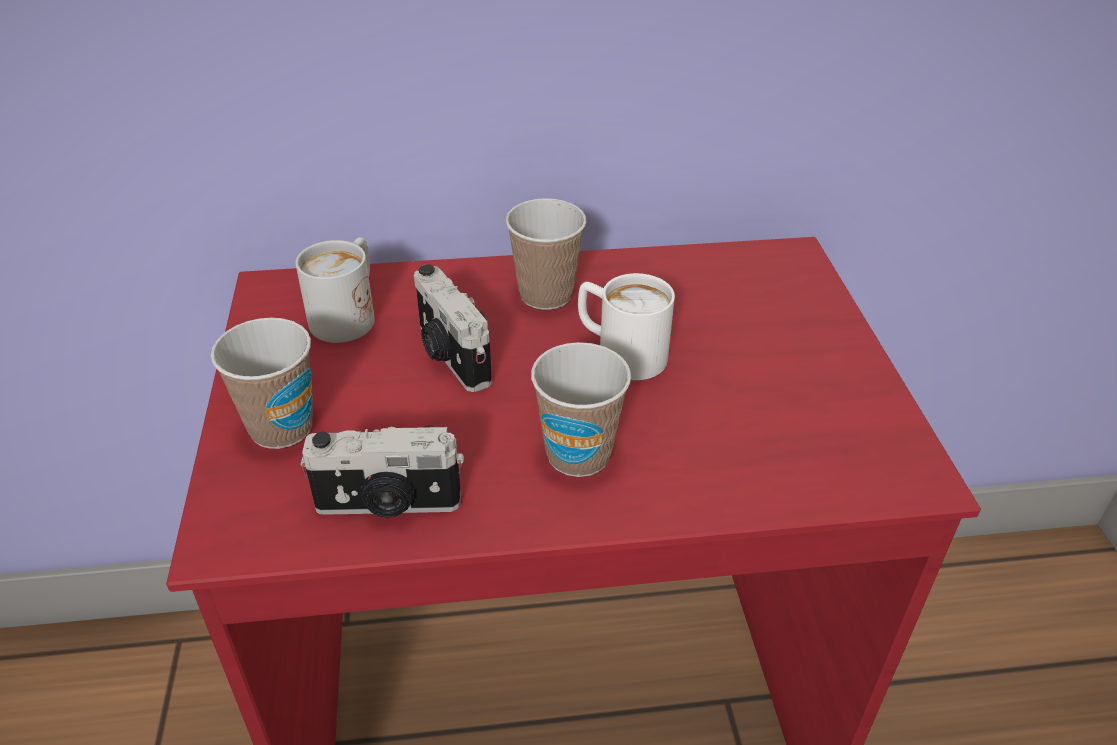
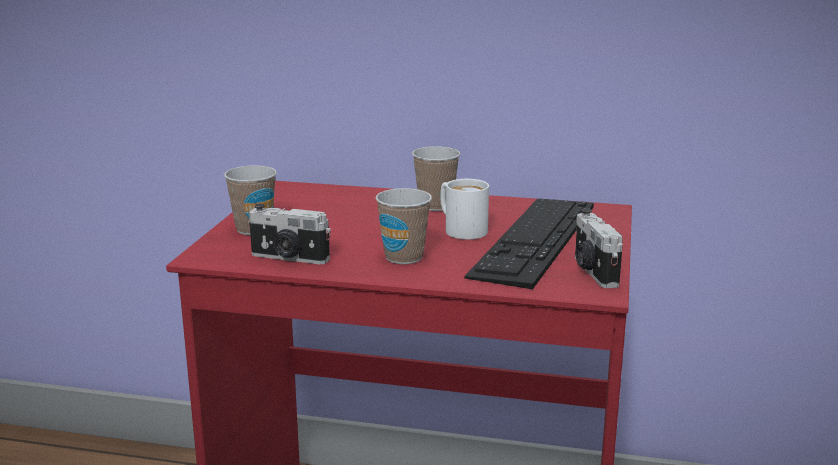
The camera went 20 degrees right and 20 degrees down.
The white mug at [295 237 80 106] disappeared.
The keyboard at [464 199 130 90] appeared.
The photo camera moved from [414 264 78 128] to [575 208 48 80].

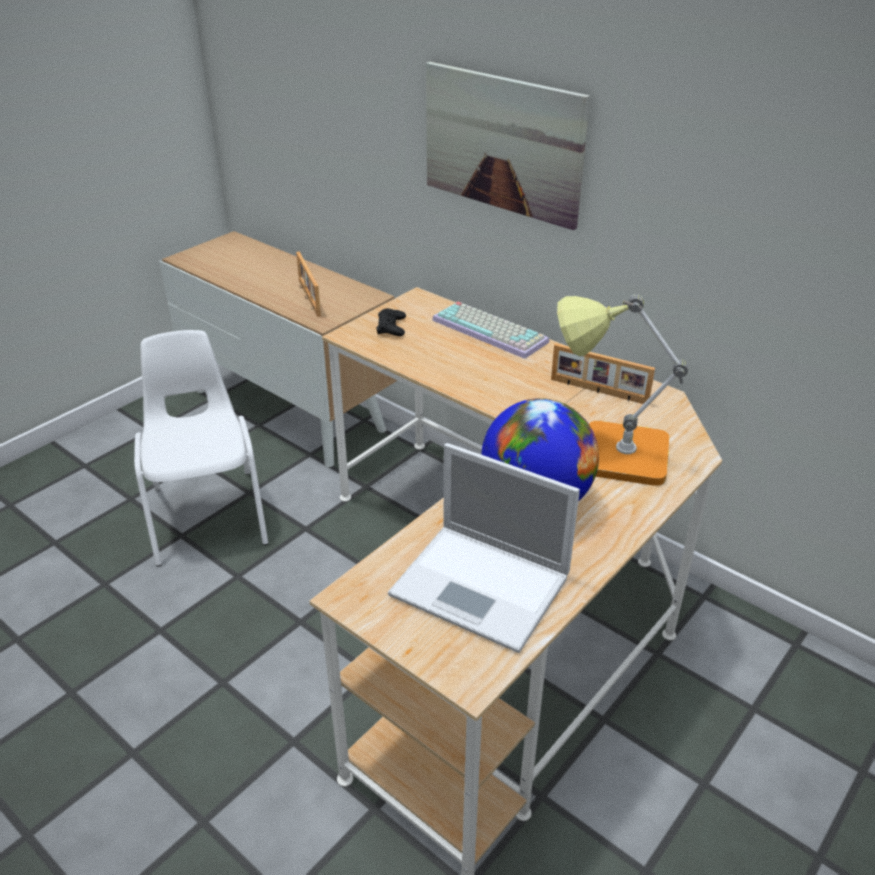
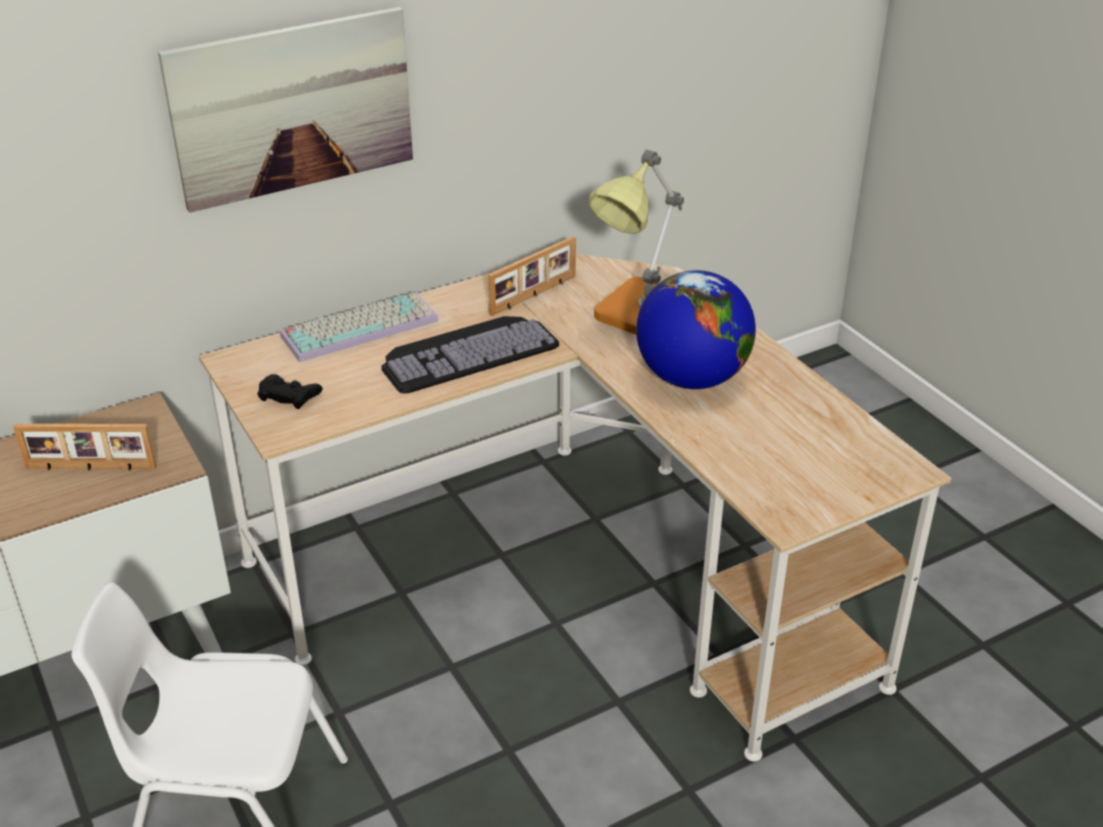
The camera went 70 degrees left and 0 degrees up.
The laptop at [388 443 192 210] disappeared.
The keyboard at [382 316 177 77] appeared.

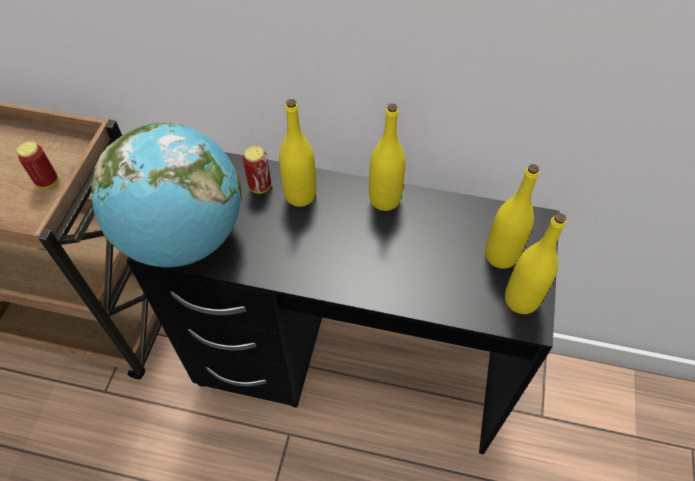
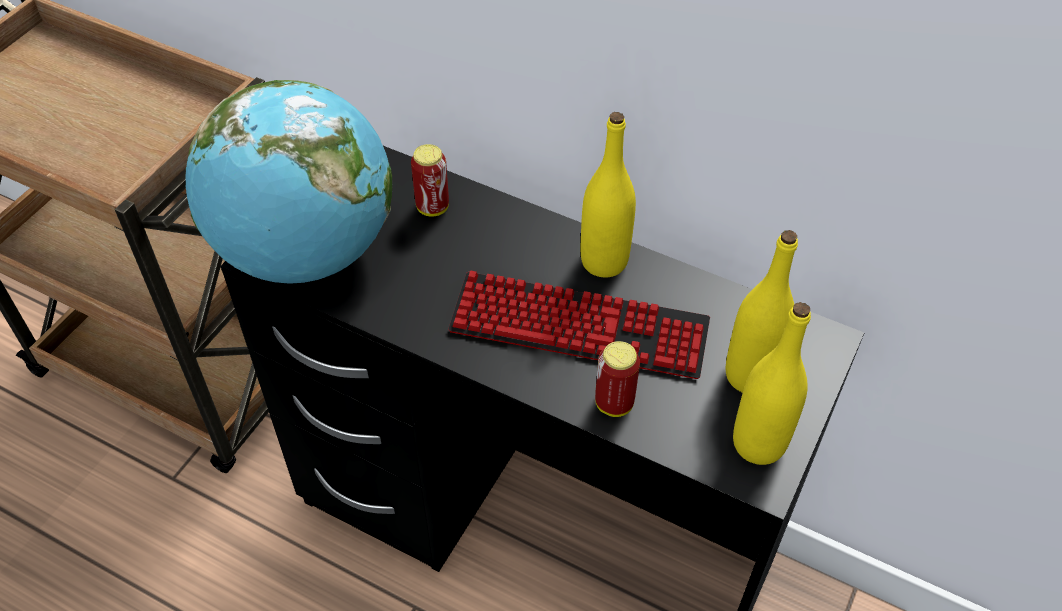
The camera went 15 degrees right and 5 degrees down.
The yellow bottle at [279 99 37 108] disappeared.
The keyboard at [448 271 262 108] appeared.
The can moved from [17 141 41 47] to [595 341 45 76].

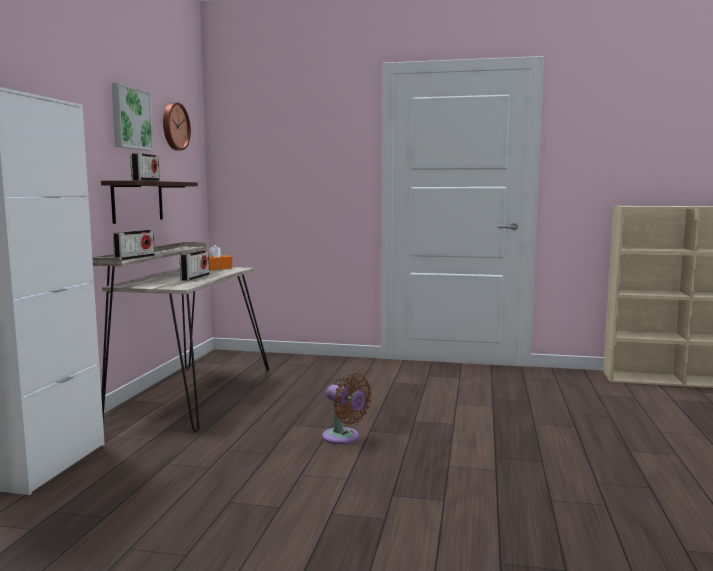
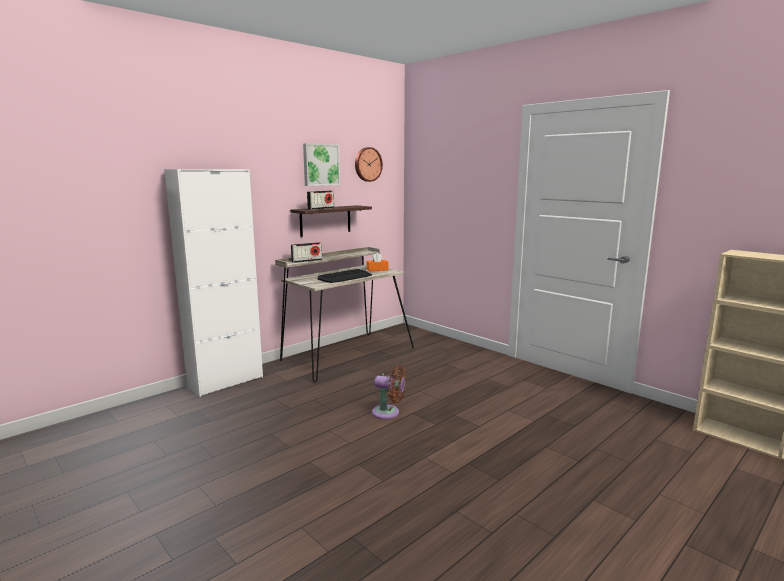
The camera went 35 degrees right and 5 degrees up.
The radio at [180 250 29 31] was replaced by the keyboard at [318 269 54 14].
The brown fan at [322 373 50 71] turned 60 degrees counterclockwise.

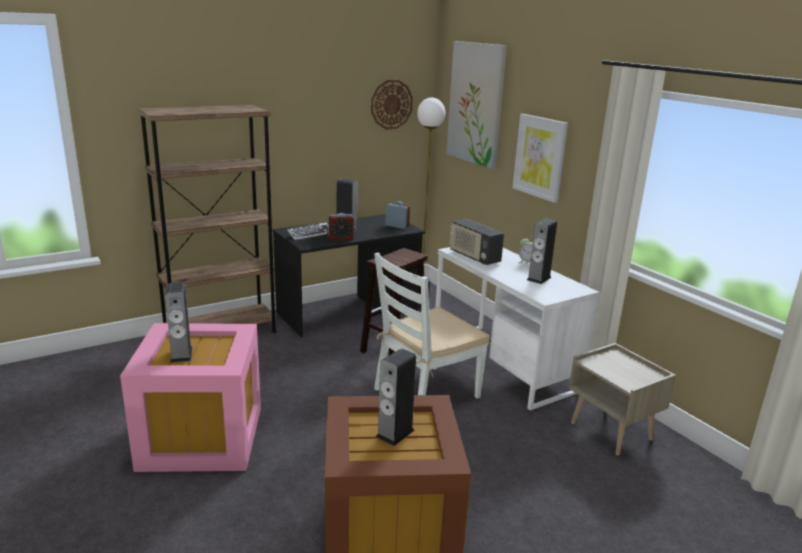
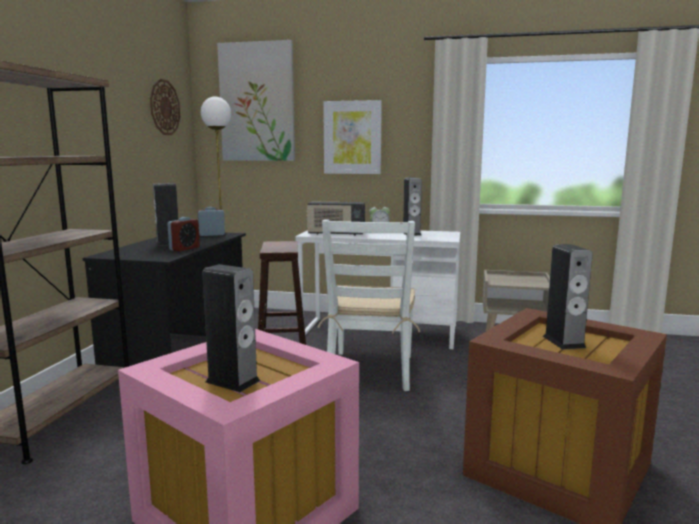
The camera went 45 degrees left and 10 degrees down.
The keyboard at [287 222 41 18] disappeared.

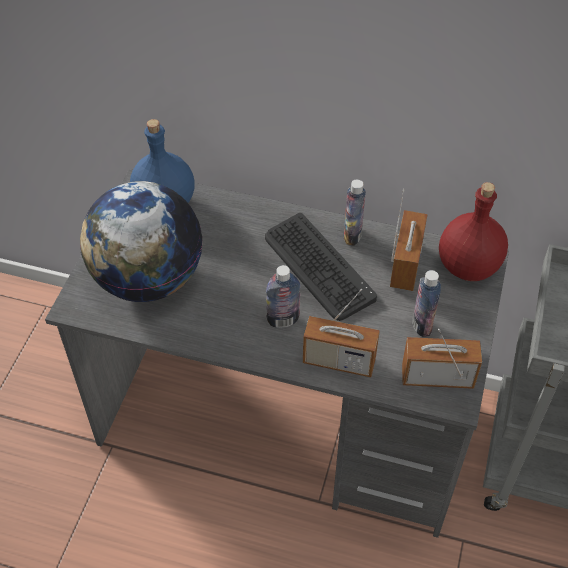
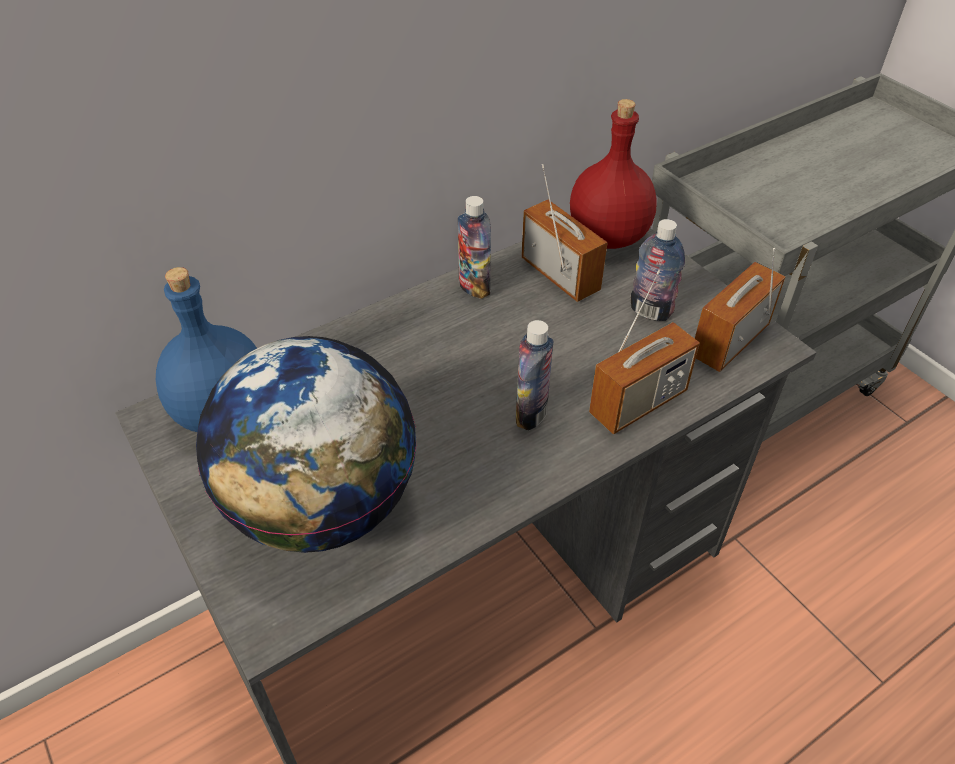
The camera went 50 degrees left and 5 degrees down.
The keyboard at [265 213 112 108] disappeared.

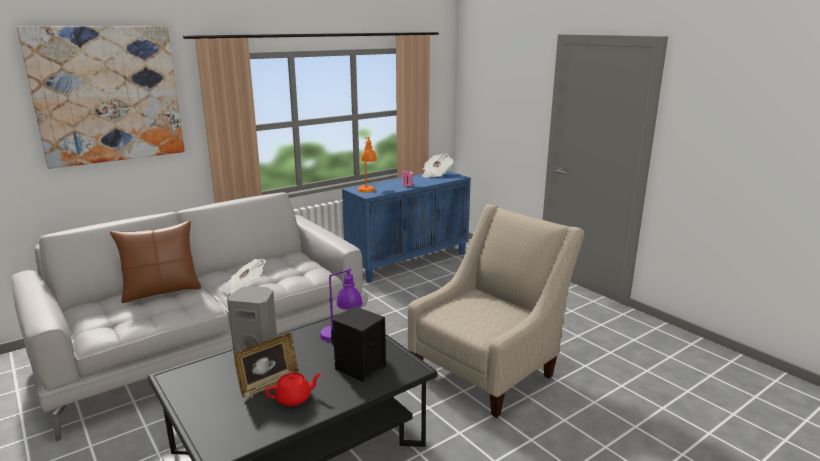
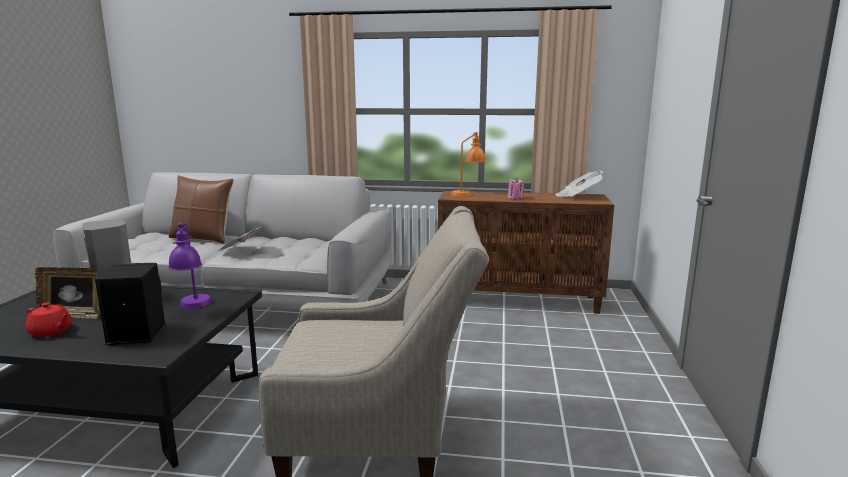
The camera went 45 degrees right and 5 degrees down.
The picture at [17 26 168 143] disappeared.
The blue cabinet at [342 171 129 112] became the brown cabinet at [438 191 176 123].

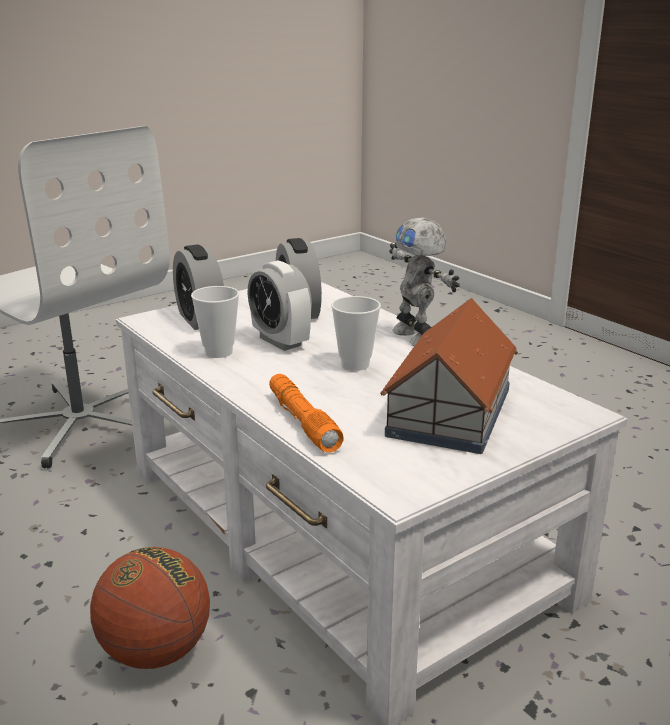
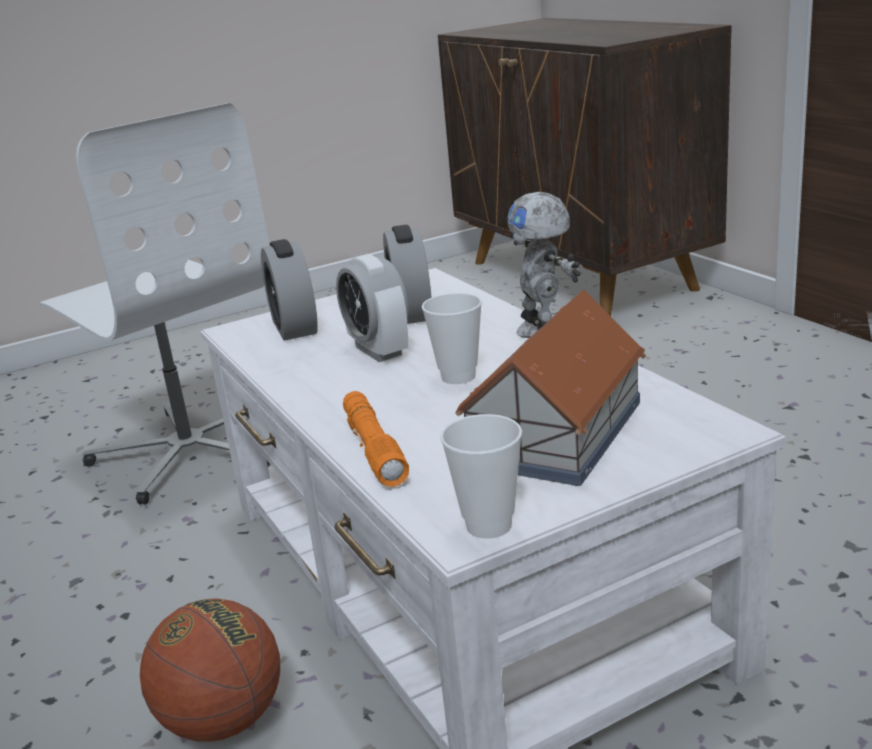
The camera went 10 degrees right and 0 degrees up.
The brown cabinet at [438 18 294 298] appeared.
The cup moved from [191 286 48 72] to [440 414 82 125].

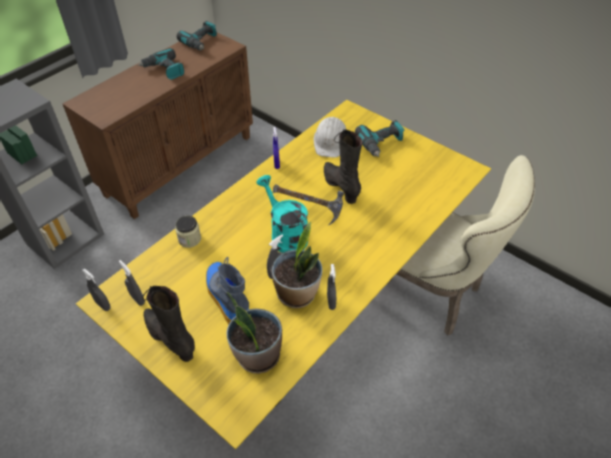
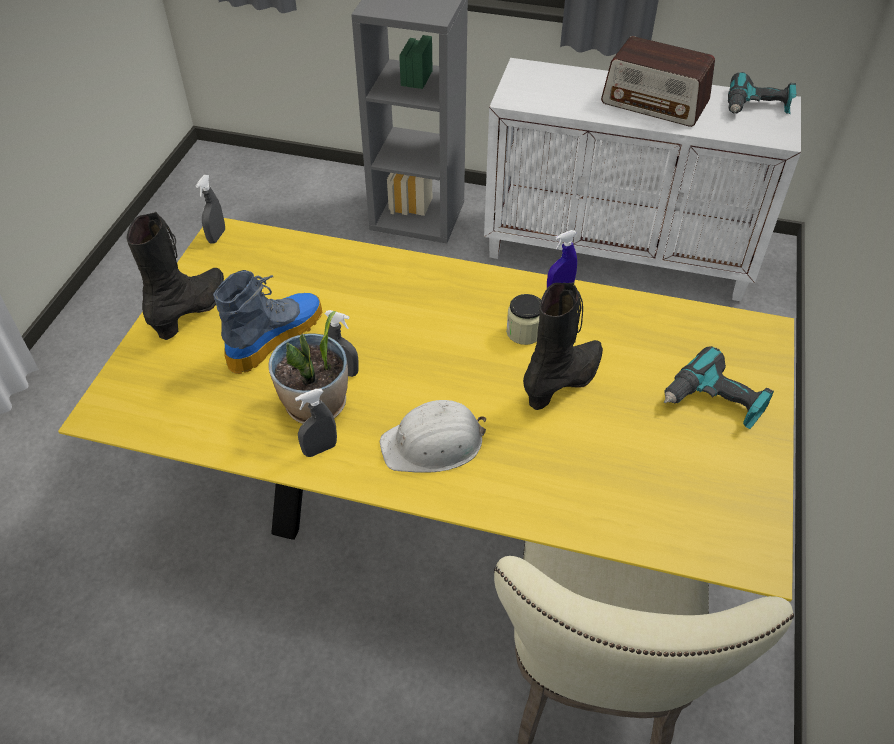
The camera went 65 degrees right and 0 degrees up.
The grey spray bottle at [119 260 26 46] disappeared.
The potted plant at [227 292 55 82] disappeared.
The turquoise watering can at [256 175 52 78] disappeared.
The hammer at [273 184 71 42] disappeared.
The jar moved from [175 216 26 32] to [506 294 35 51].
The white hard hat moved from [314 117 32 41] to [380 400 106 73].
The power drill at [138 48 46 32] was replaced by the radio at [601 36 114 91].
The brown cabinet at [62 32 191 187] became the white cabinet at [484 58 317 243].

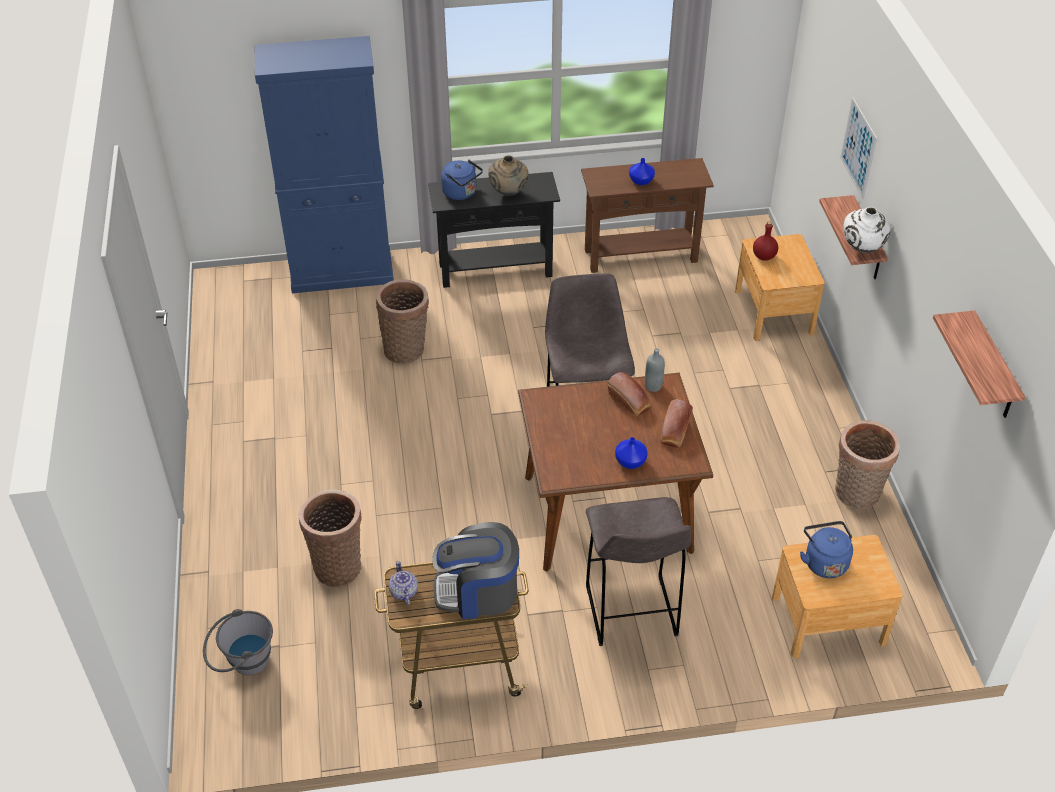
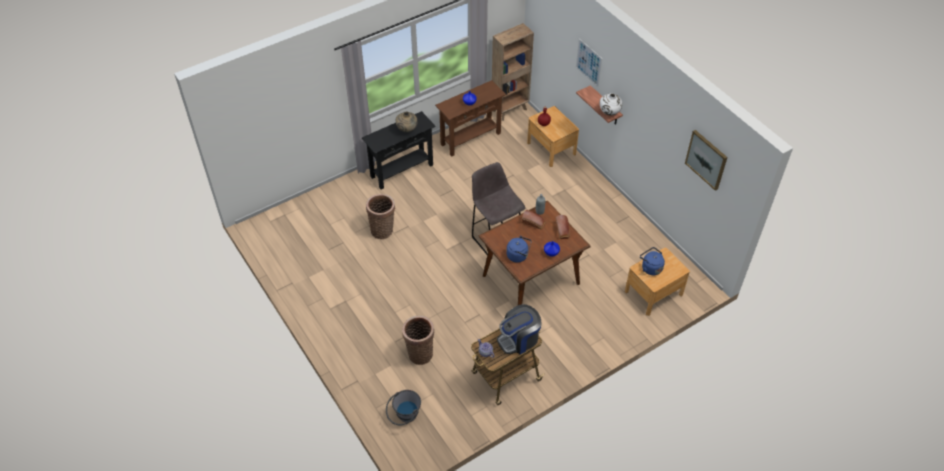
The camera went 25 degrees left and 5 degrees up.
The blue cabinet at [255 36 139 257] disappeared.
The grey stool at [586 497 106 149] disappeared.
The basket at [835 420 65 89] disappeared.
The brown bookcase at [492 23 42 98] appeared.
The blue kettle moved from [441 160 42 40] to [506 236 26 27].
The shelf at [933 310 92 108] was replaced by the picture at [685 130 43 61].

